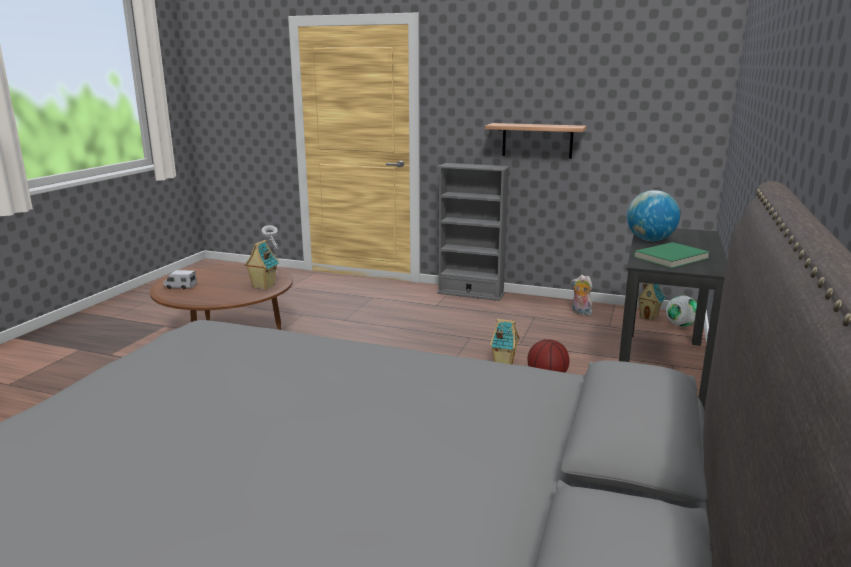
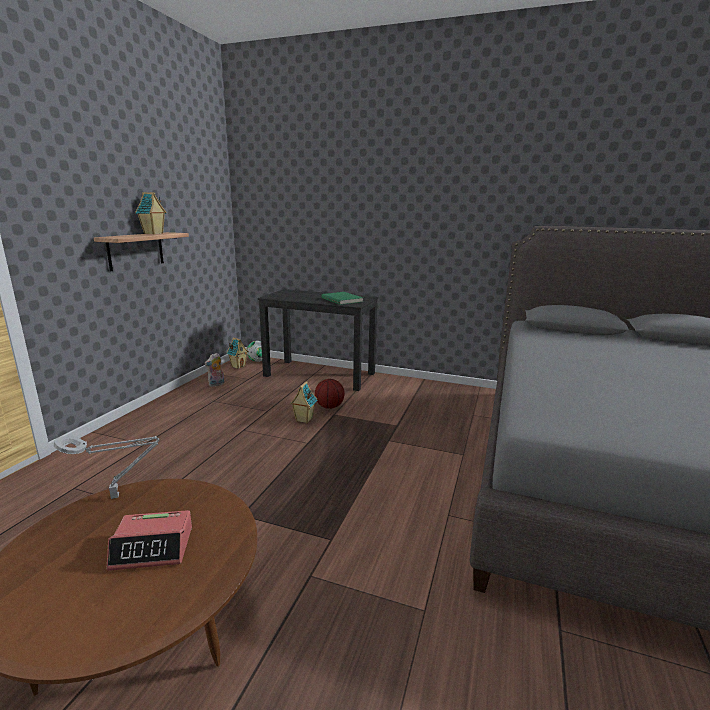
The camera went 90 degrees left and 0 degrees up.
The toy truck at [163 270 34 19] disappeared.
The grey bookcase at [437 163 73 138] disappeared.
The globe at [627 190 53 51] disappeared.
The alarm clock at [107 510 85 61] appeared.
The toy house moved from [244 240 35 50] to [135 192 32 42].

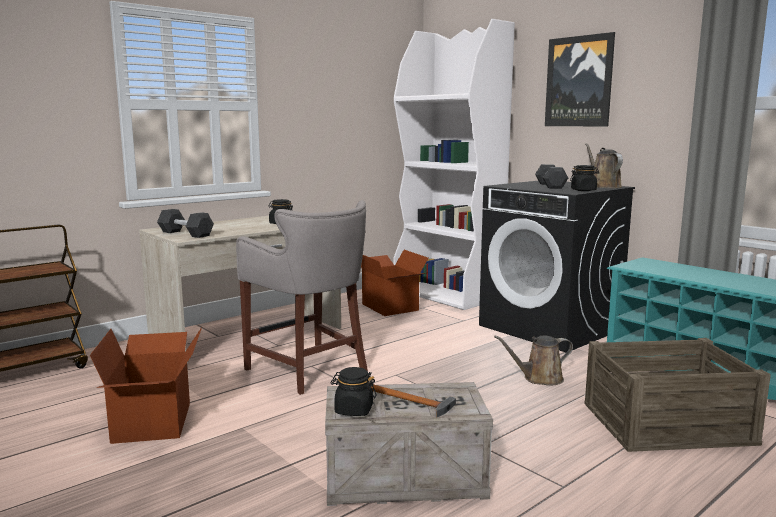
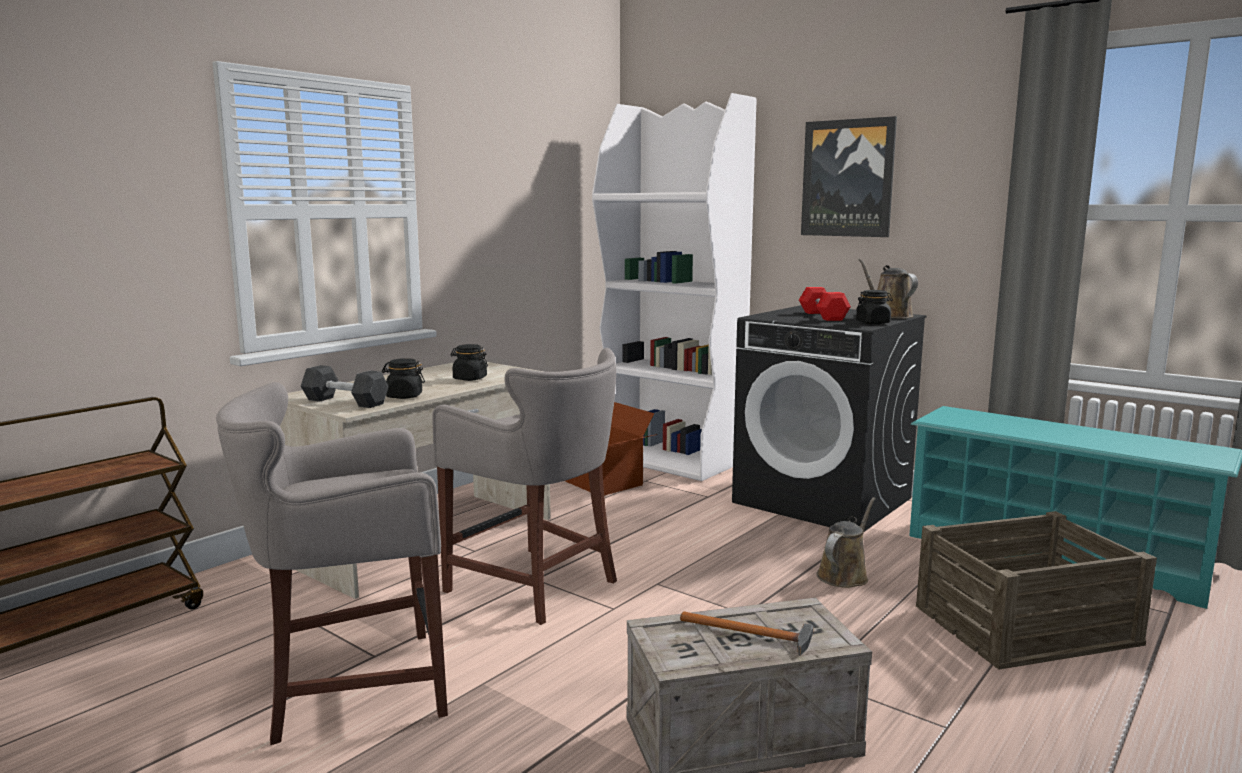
The camera went 10 degrees left and 0 degrees up.
The black jar moved from [331 367 45 49] to [382 358 43 41].
The cardboard box at [90 327 112 117] was replaced by the grey stool at [216 382 232 363].
The grey dumbbell at [535 164 33 25] became the red dumbbell at [799 287 52 34].
The brown watering can at [494 336 79 49] turned 150 degrees clockwise.

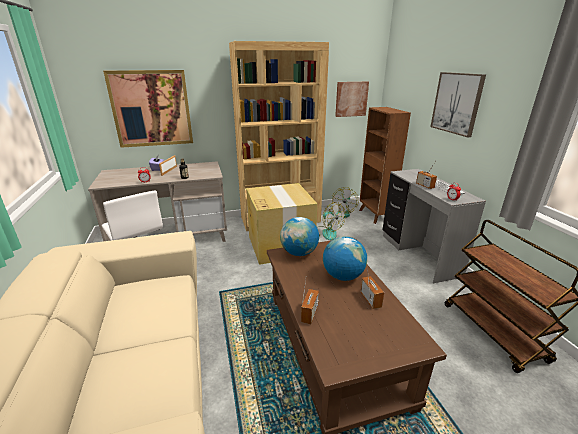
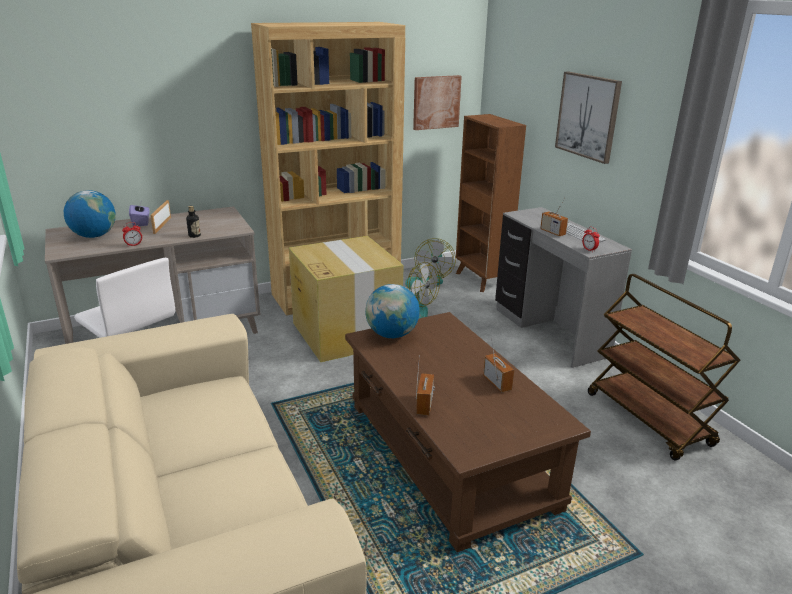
The camera went 10 degrees left and 0 degrees up.
The picture at [103 70 90 78] disappeared.
The globe moved from [323 236 44 45] to [64 190 52 48].

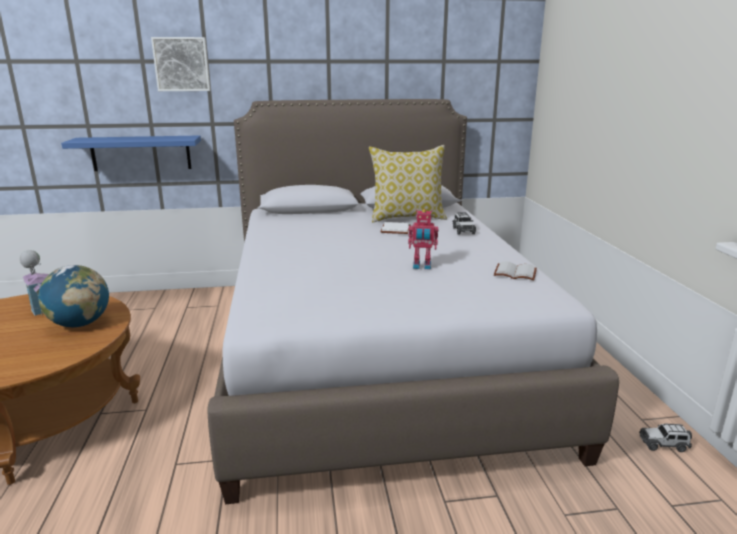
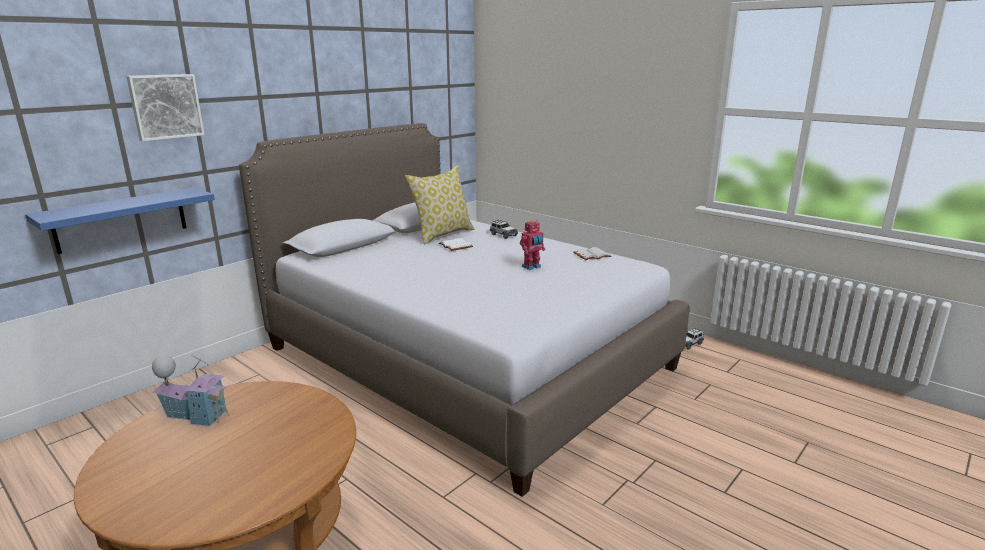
The camera went 40 degrees left and 0 degrees up.
The globe at [38 265 71 62] disappeared.

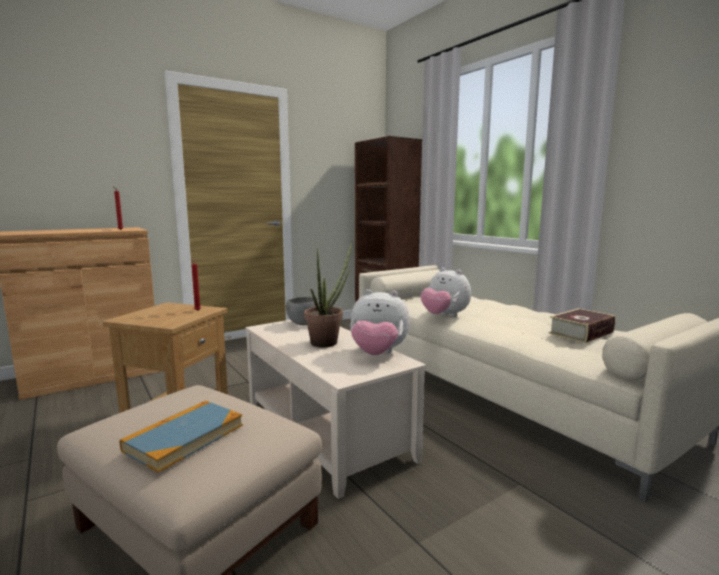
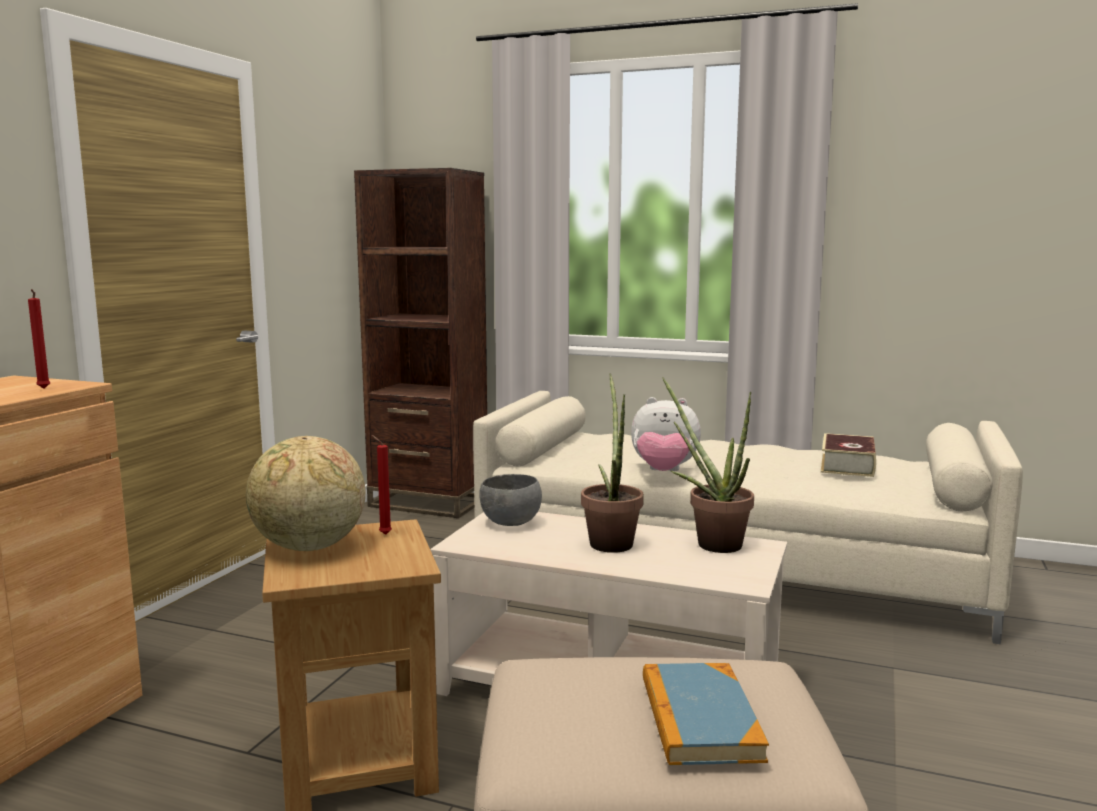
The camera went 35 degrees left and 0 degrees up.
The globe at [246 436 120 115] appeared.
The plush toy at [350 289 60 66] was replaced by the potted plant at [663 377 91 176].

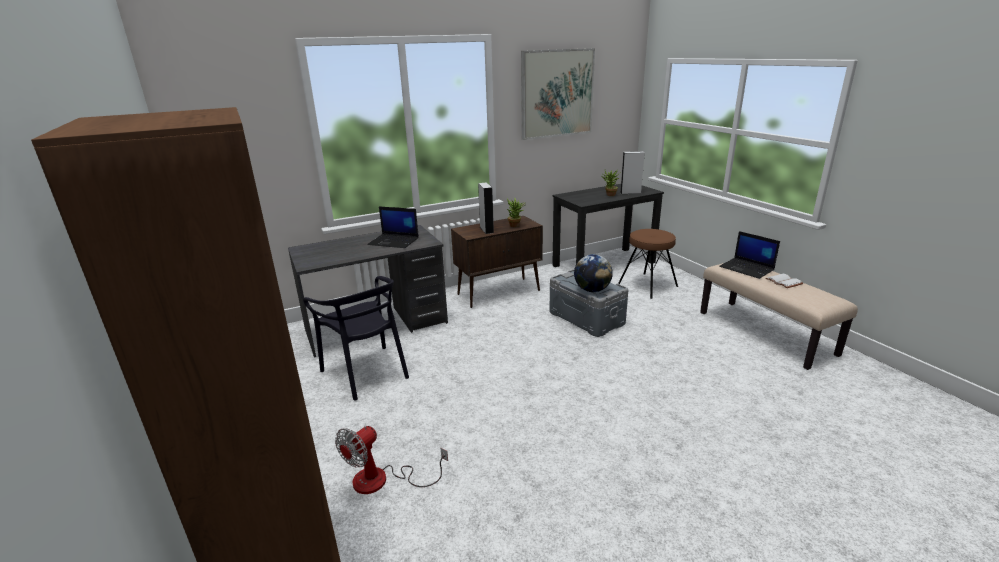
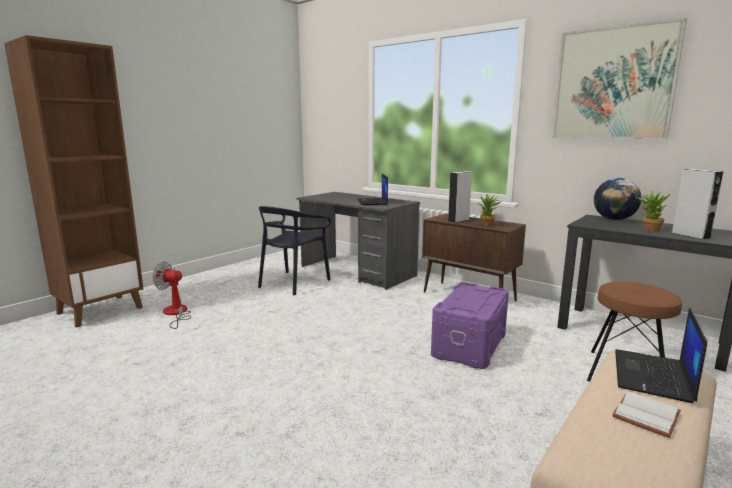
The camera went 65 degrees right and 10 degrees down.
The globe moved from [574 254 39 38] to [594 178 48 42].
The grey storage box at [549 269 79 68] became the purple storage box at [431 282 78 87].

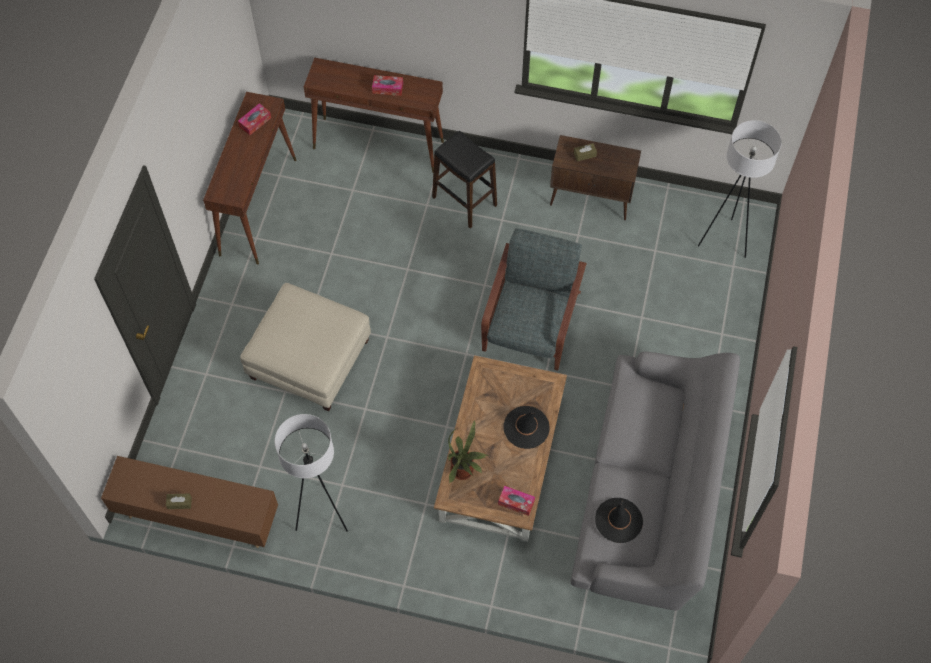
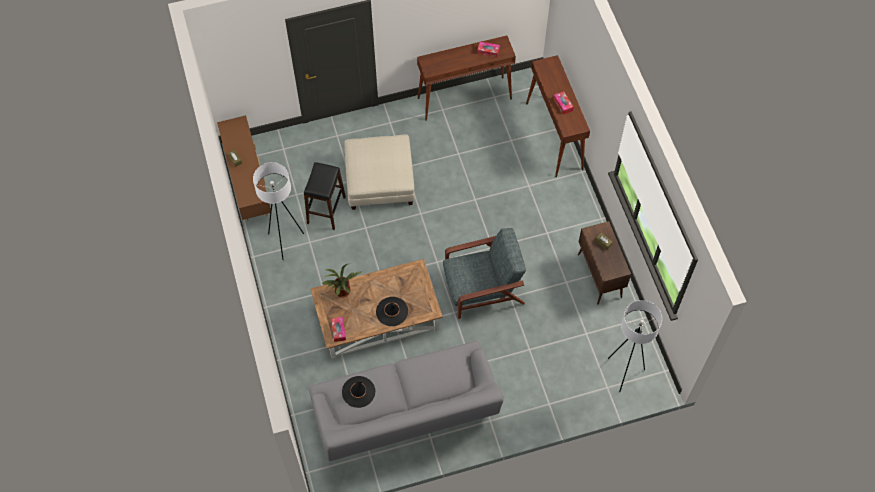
The camera went 60 degrees right and 0 degrees up.
The black stool moved from [432 131 65 98] to [304 162 42 68].

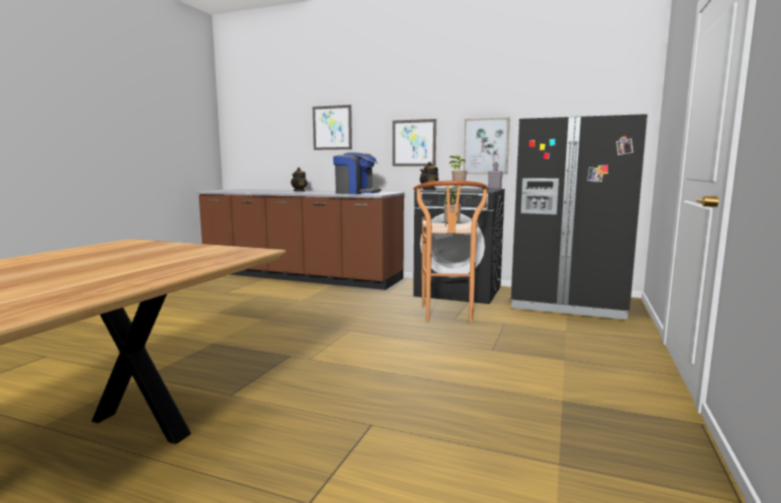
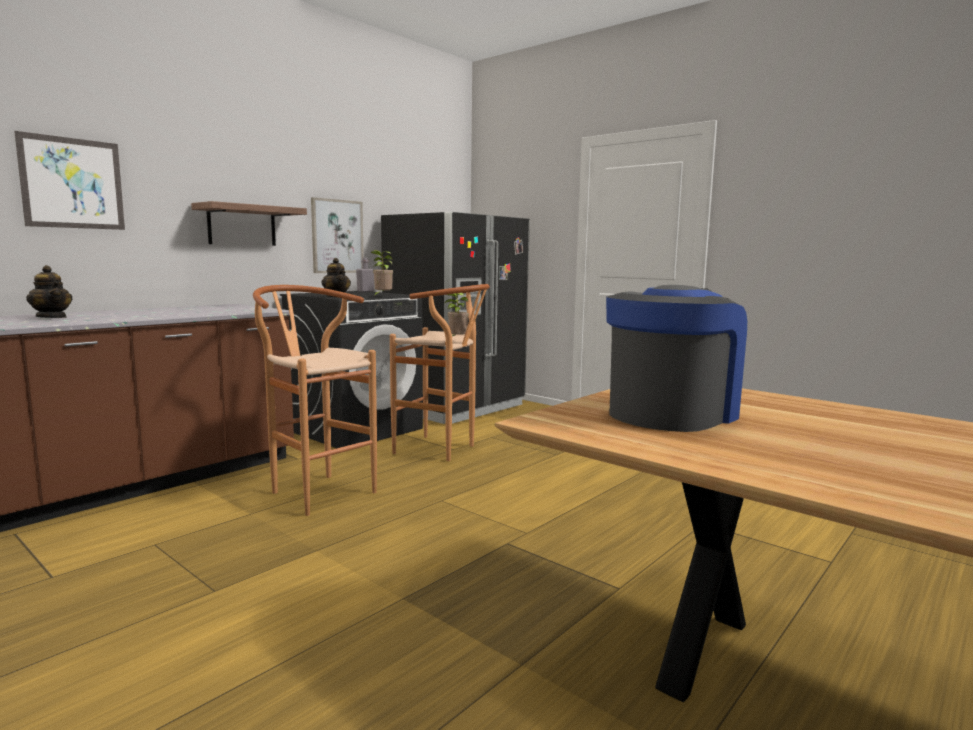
The camera went 70 degrees left and 0 degrees up.
The brown stool at [253 285 124 231] appeared.
The coffee machine moved from [333 152 48 42] to [606 285 141 147].
The picture at [393 119 43 47] was replaced by the shelf at [191 201 116 45].

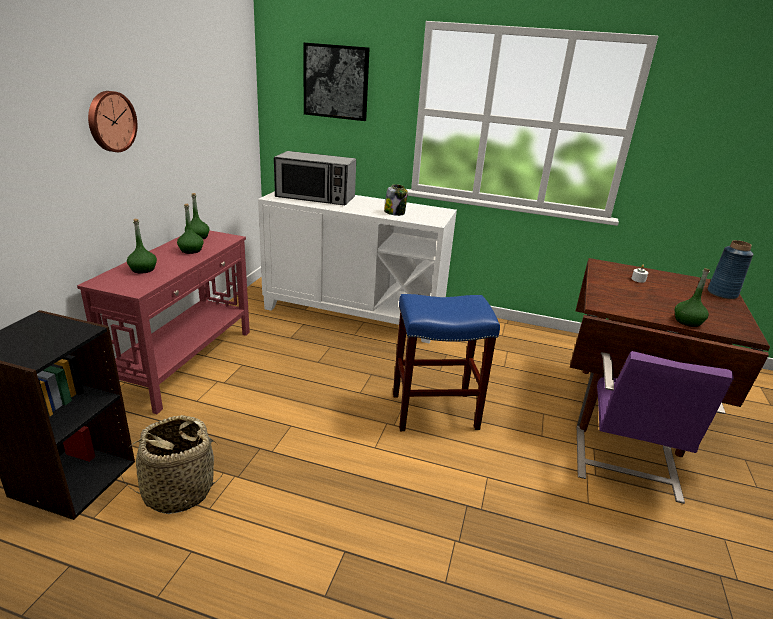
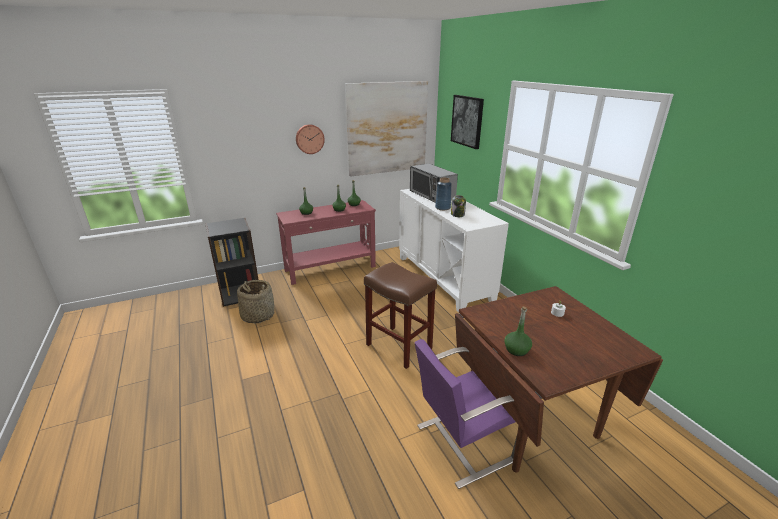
The camera went 50 degrees right and 0 degrees up.
The picture at [345 81 83 96] appeared.
The blue vase moved from [708 240 46 59] to [435 178 17 32].
The blue stool at [393 294 107 137] became the brown stool at [364 262 73 107].

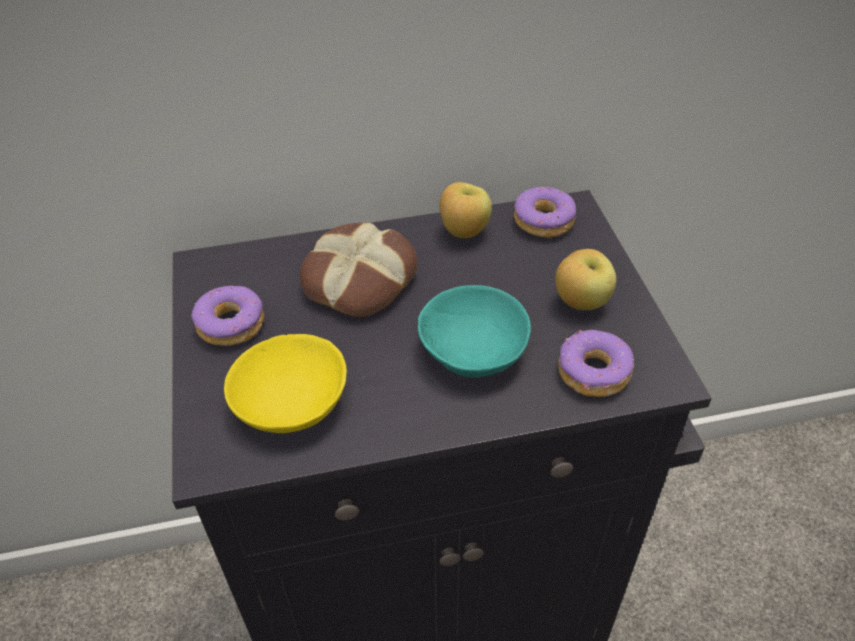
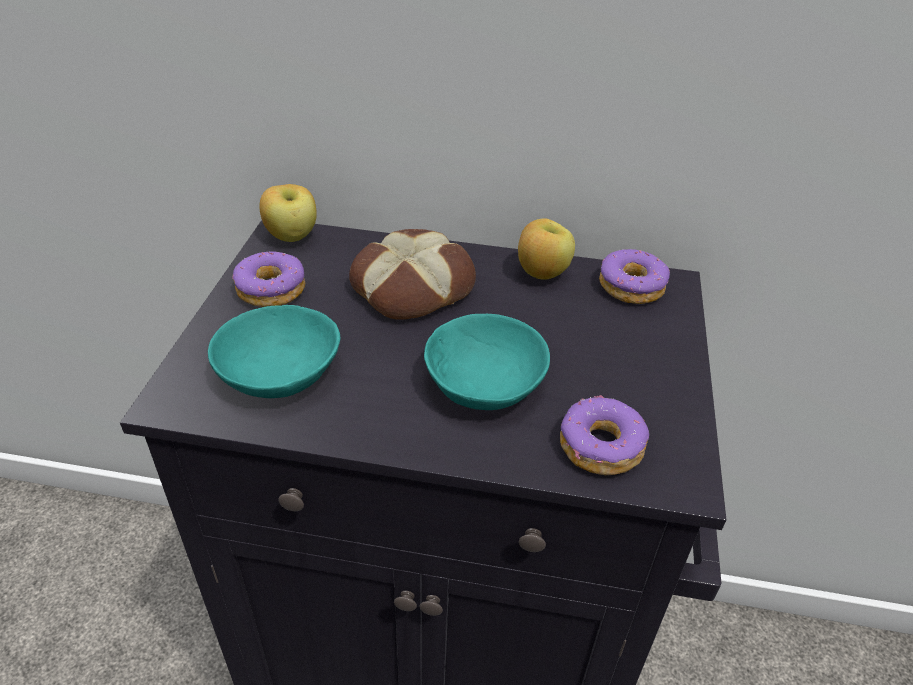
The camera went 20 degrees right and 5 degrees down.
The apple moved from [555 249 61 61] to [260 184 57 58].
The yellow bowl at [224 334 123 99] became the turquoise bowl at [208 305 132 93].

